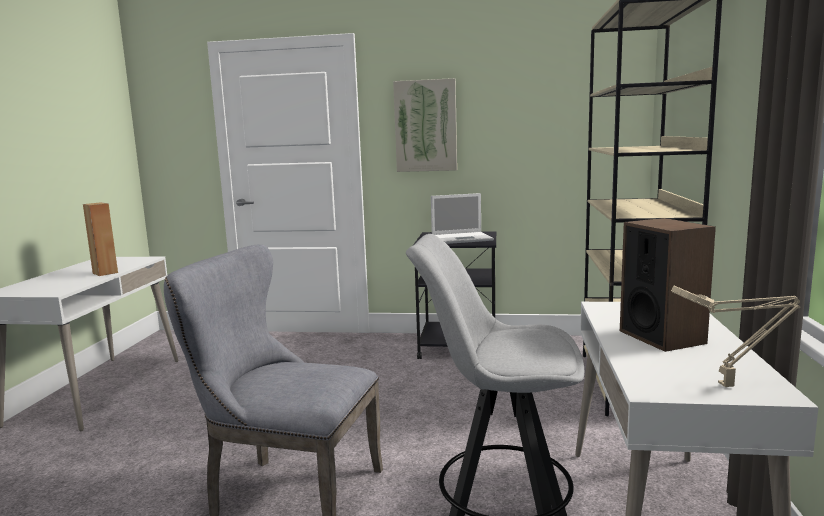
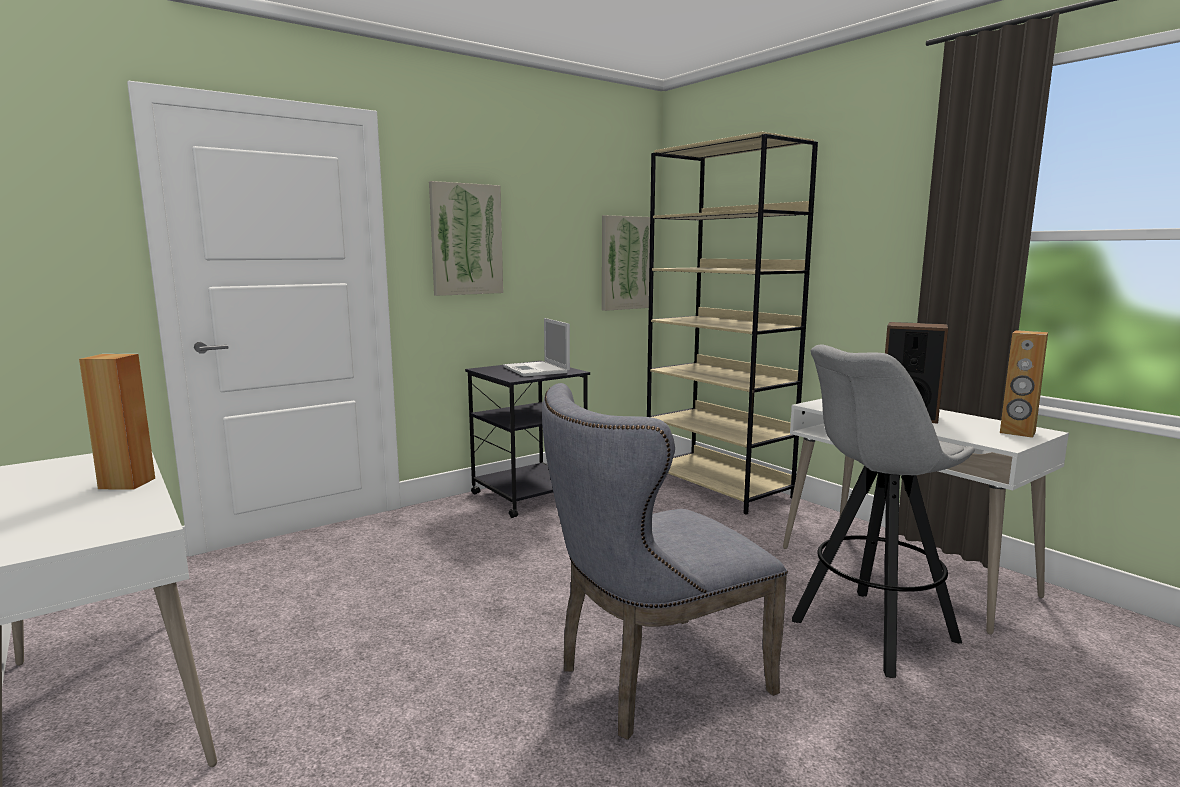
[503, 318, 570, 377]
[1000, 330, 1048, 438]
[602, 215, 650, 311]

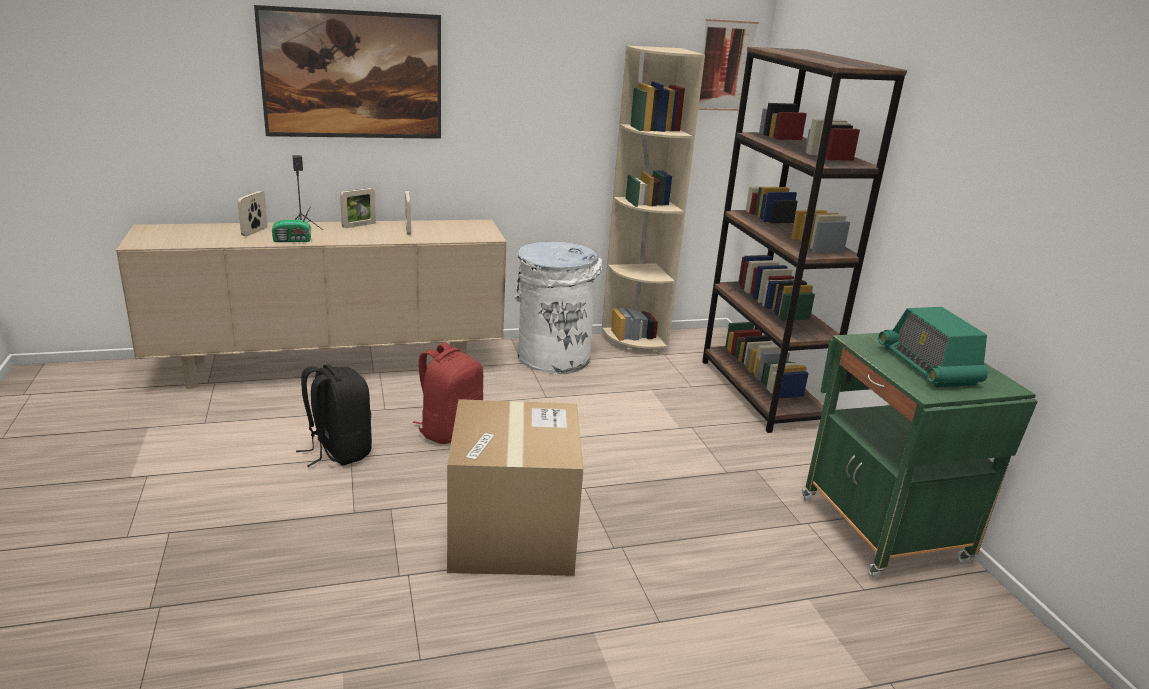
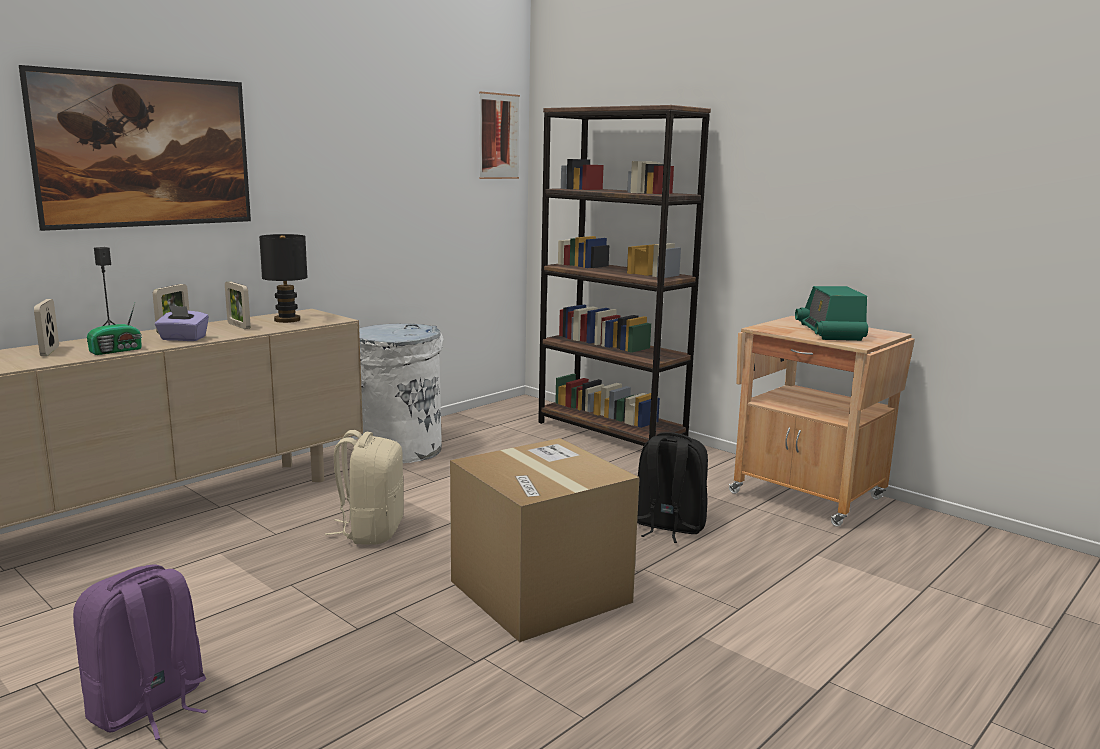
[637, 432, 708, 543]
[325, 430, 404, 545]
[602, 46, 705, 352] (first image)
[729, 316, 915, 526]
[795, 286, 868, 341]
[73, 564, 208, 740]
[155, 305, 209, 341]
[259, 234, 308, 323]

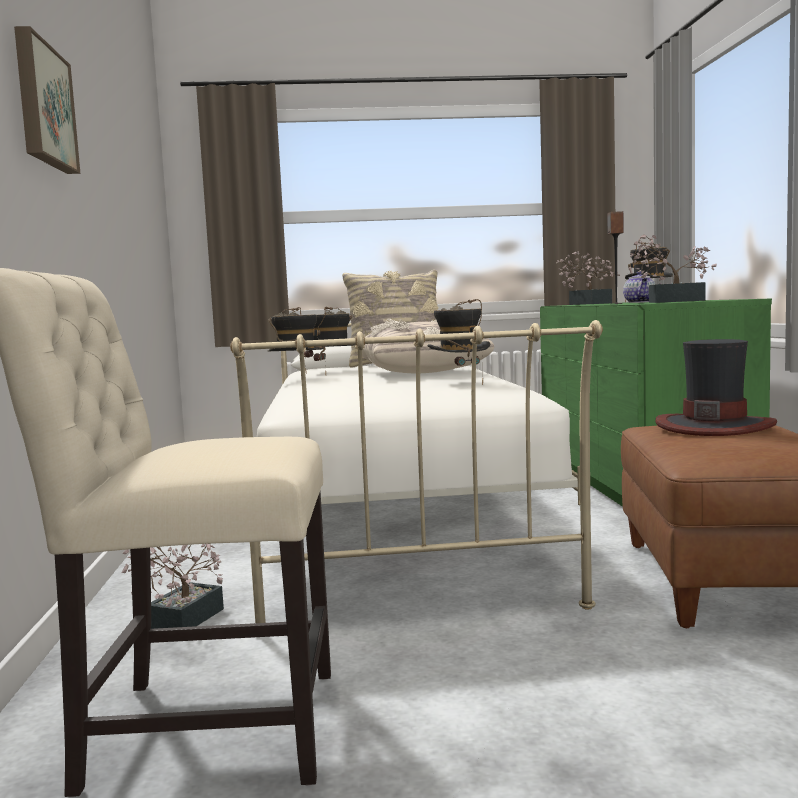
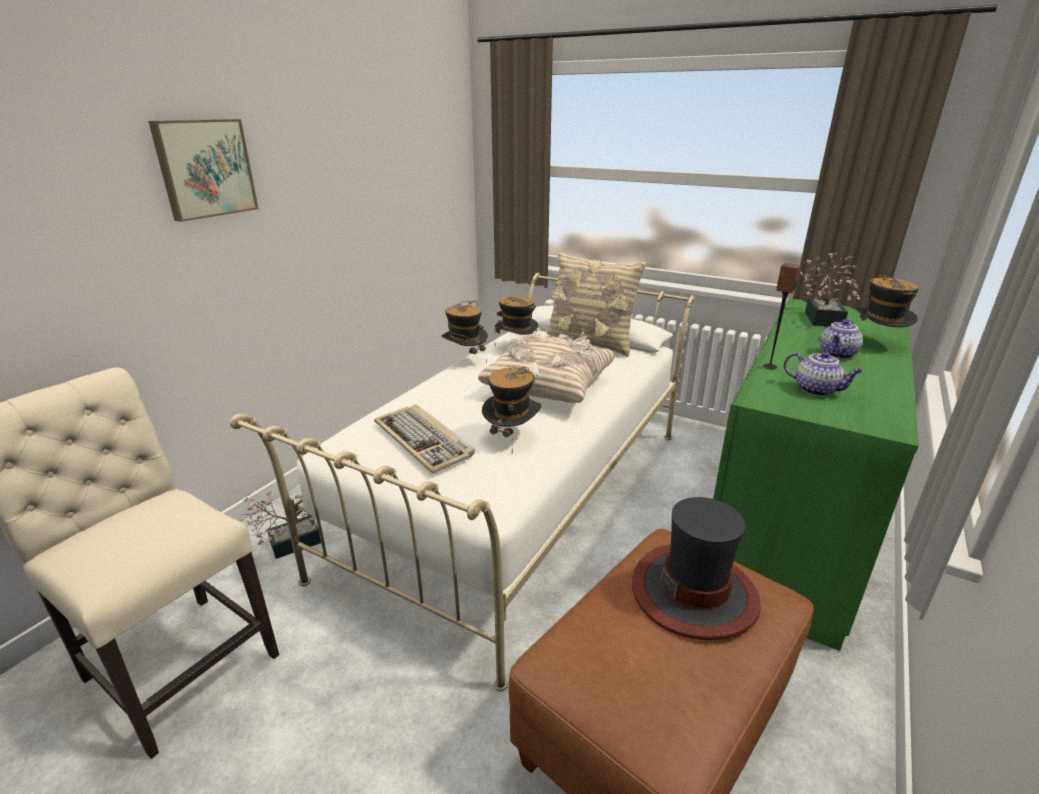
[784, 351, 863, 396]
[374, 404, 475, 473]

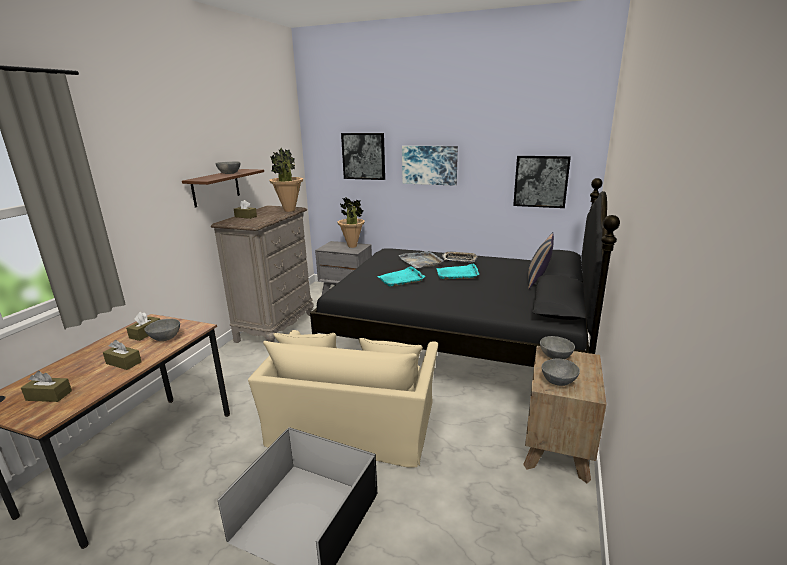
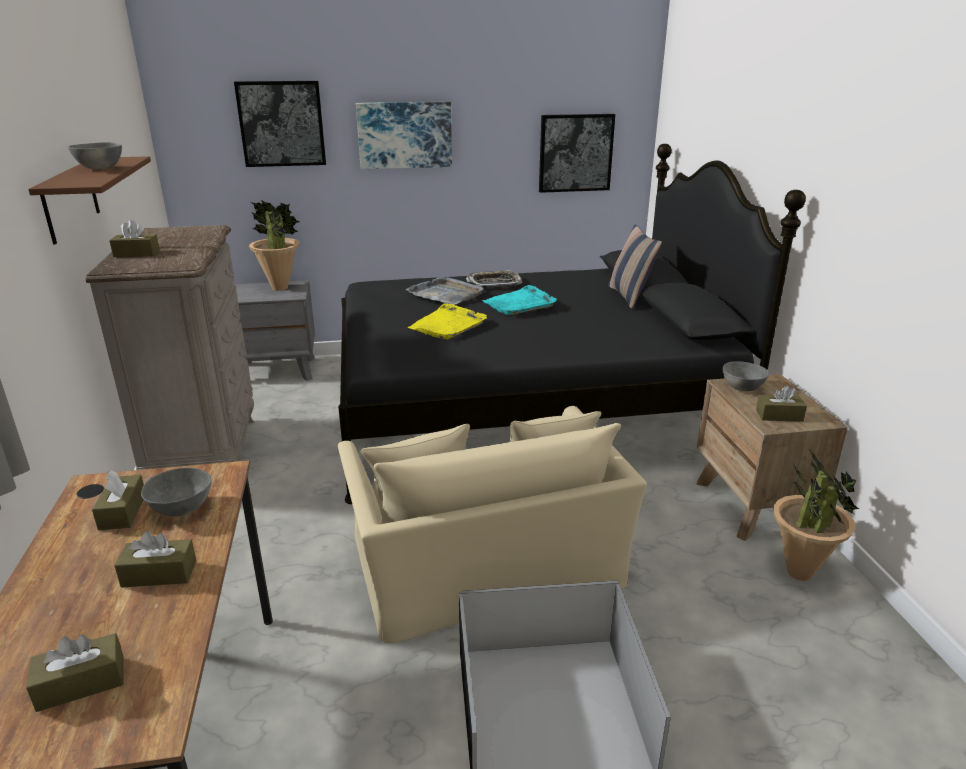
[773, 449, 859, 581]
[407, 304, 487, 339]
[756, 385, 807, 422]

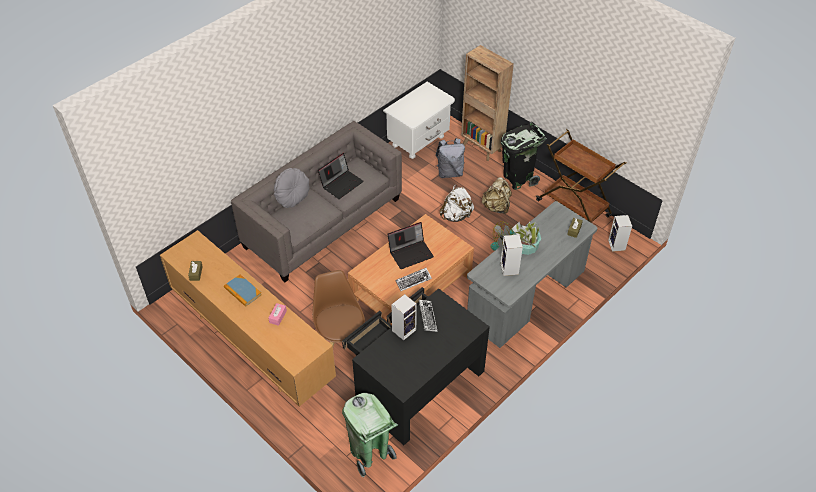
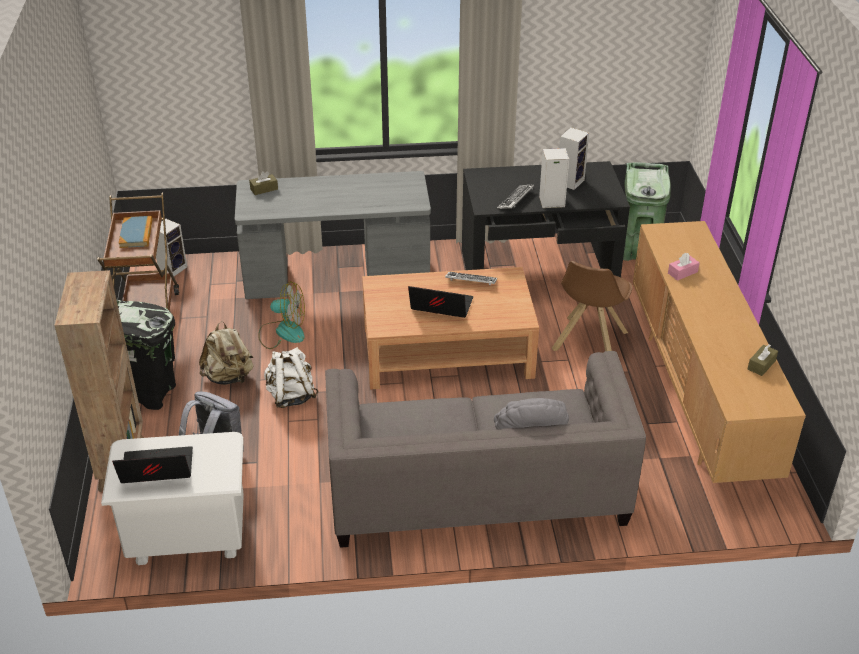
[119, 216, 153, 248]
[112, 446, 193, 483]
[559, 127, 589, 190]
[512, 222, 541, 255] (first image)

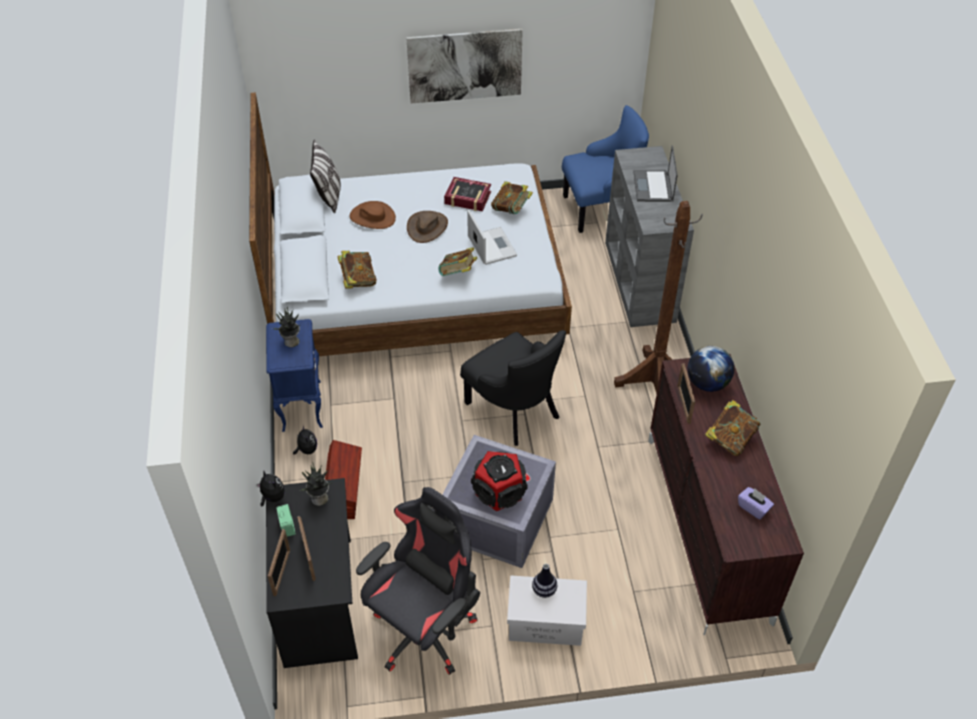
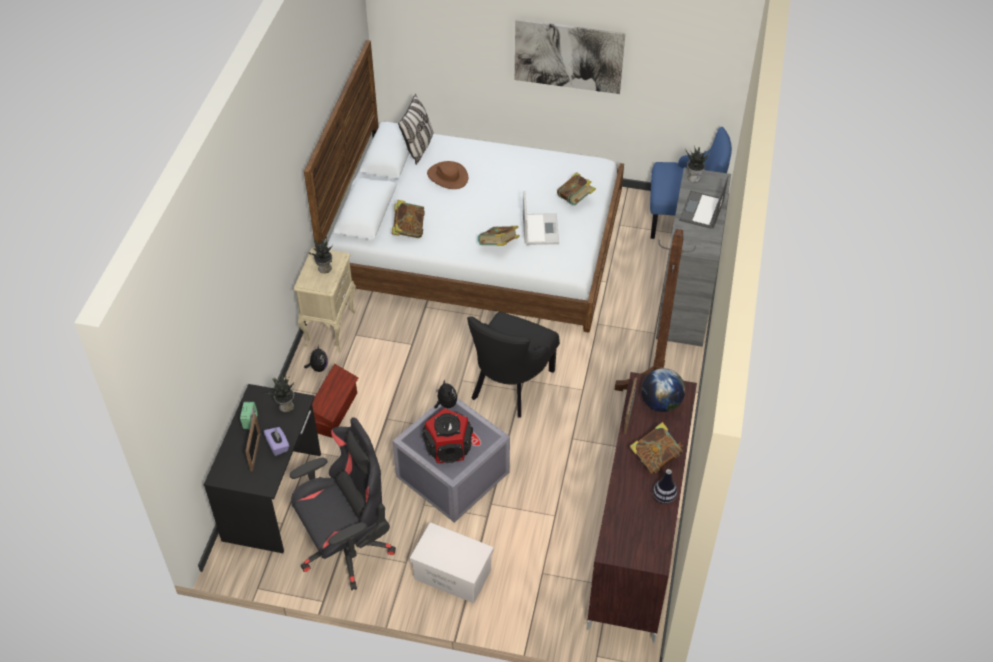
[434, 379, 457, 409]
[293, 247, 356, 352]
[268, 529, 290, 596] (first image)
[407, 211, 448, 243] (first image)
[444, 177, 491, 211] (first image)
[467, 312, 560, 418]
[653, 469, 678, 504]
[263, 427, 289, 456]
[686, 146, 709, 182]

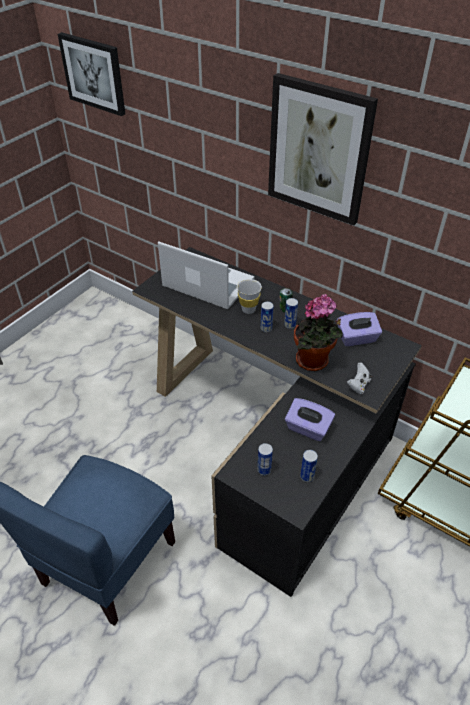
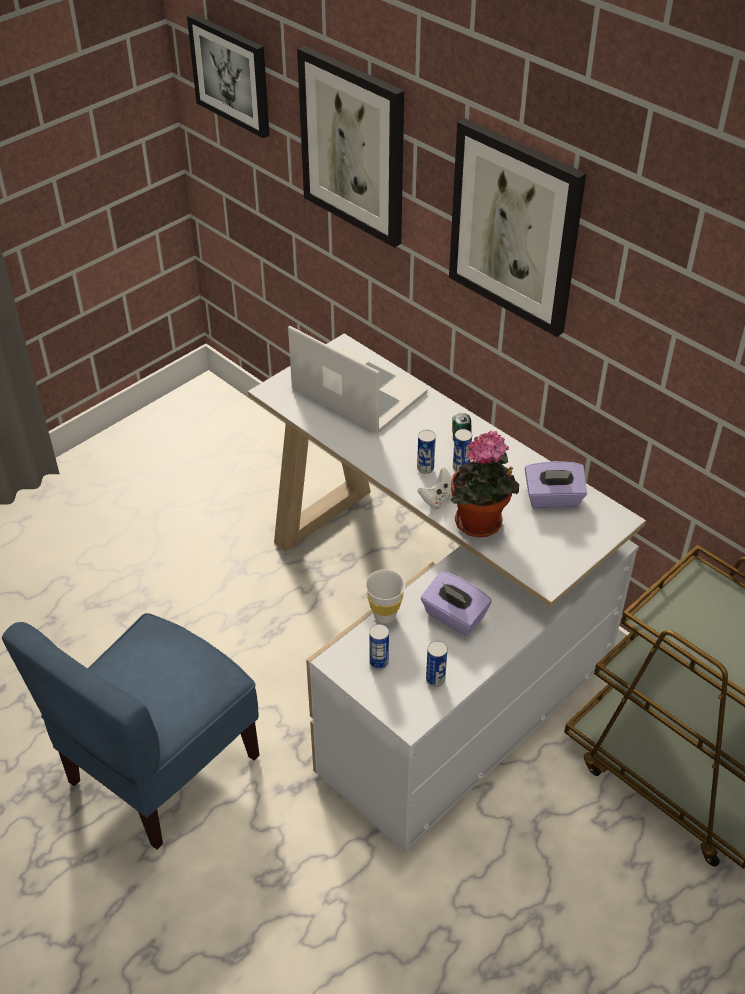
[248, 333, 646, 853]
[365, 569, 405, 624]
[418, 468, 452, 509]
[297, 45, 404, 248]

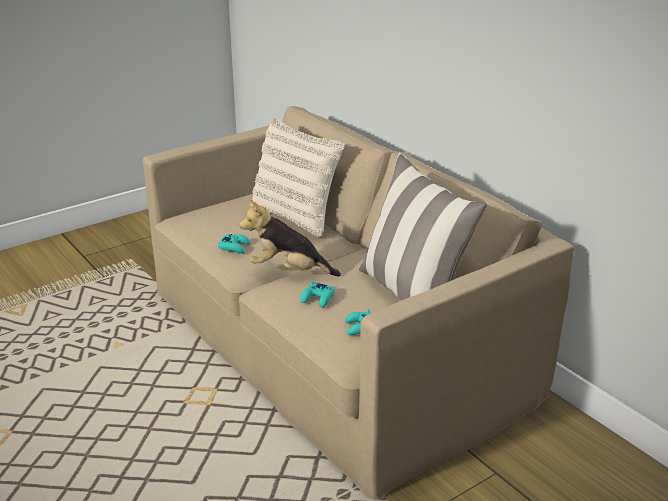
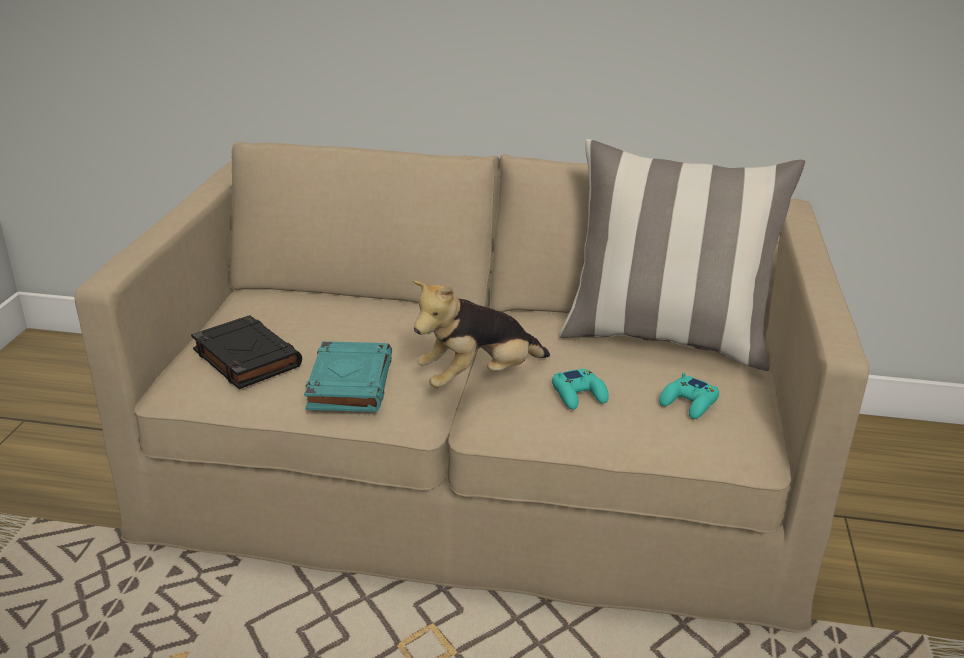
[304, 341, 392, 412]
[250, 118, 345, 237] (first image)
[191, 315, 302, 389]

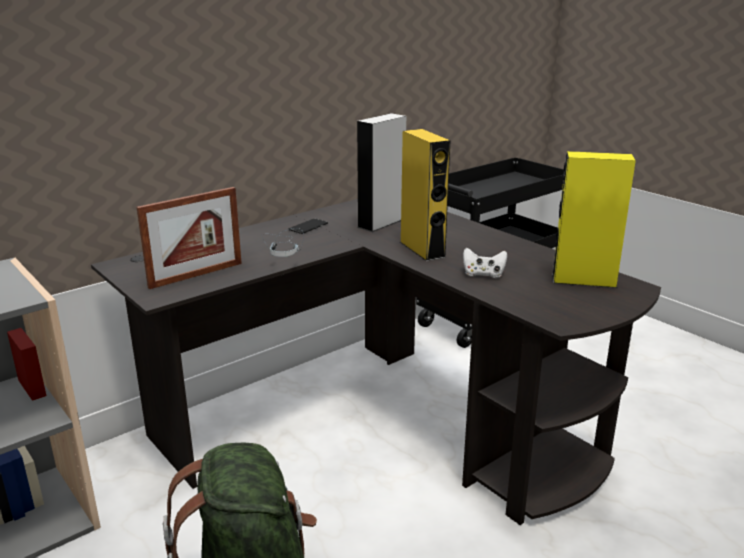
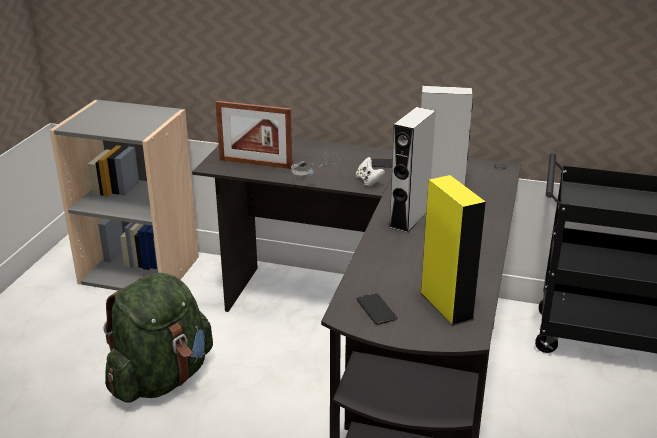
[388, 107, 436, 233]
[356, 157, 385, 186]
[356, 293, 397, 325]

